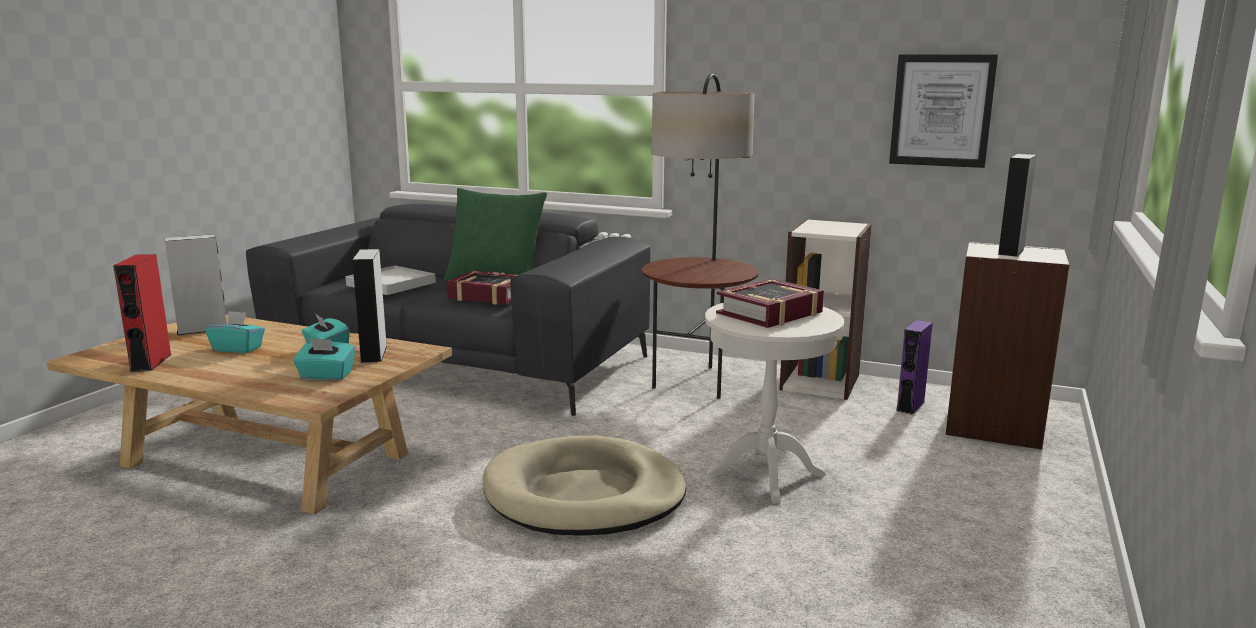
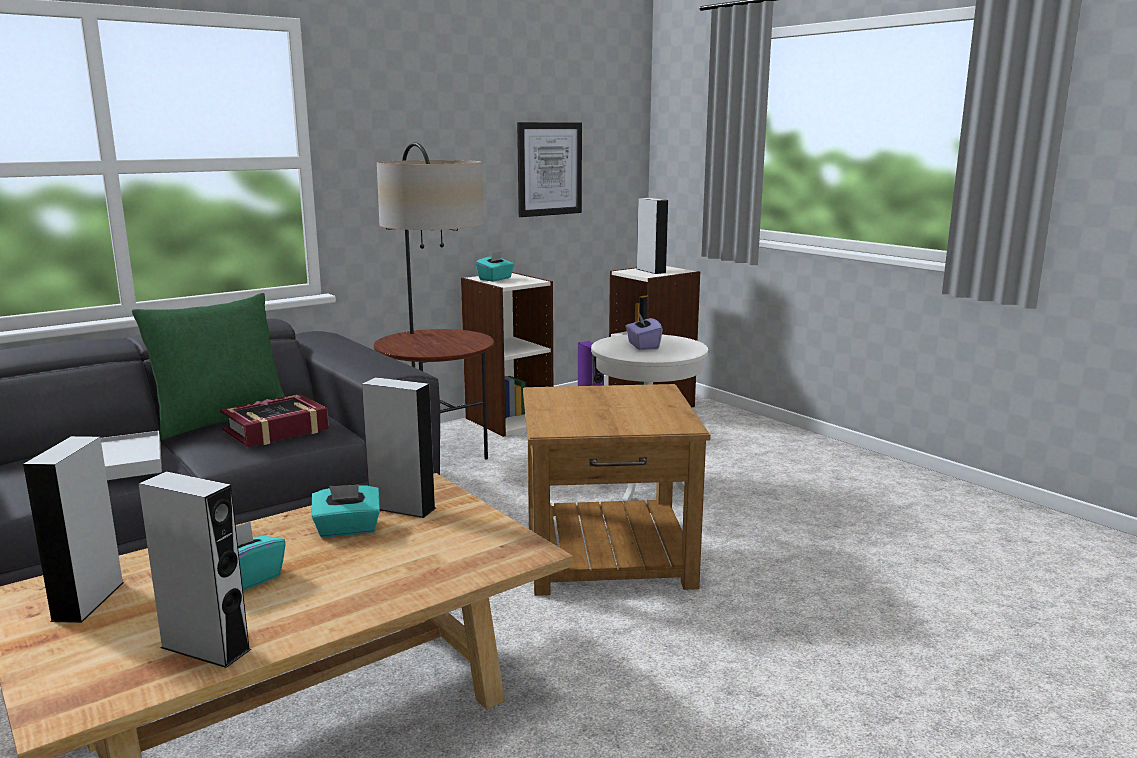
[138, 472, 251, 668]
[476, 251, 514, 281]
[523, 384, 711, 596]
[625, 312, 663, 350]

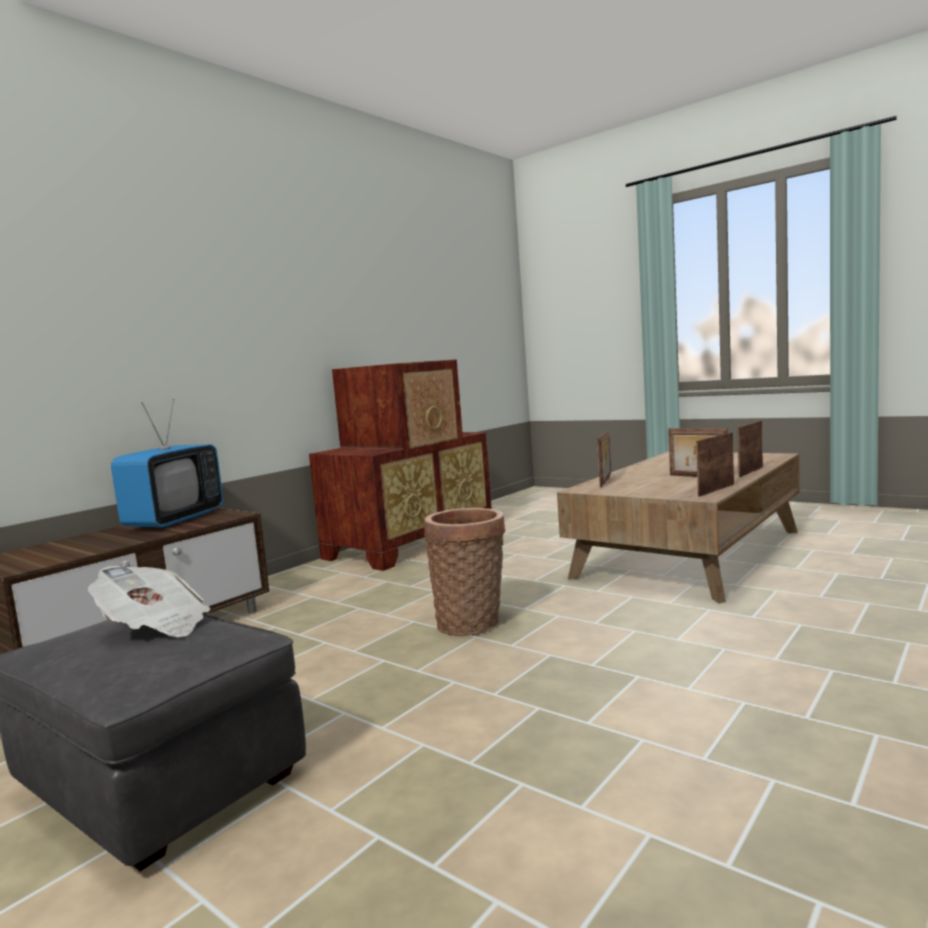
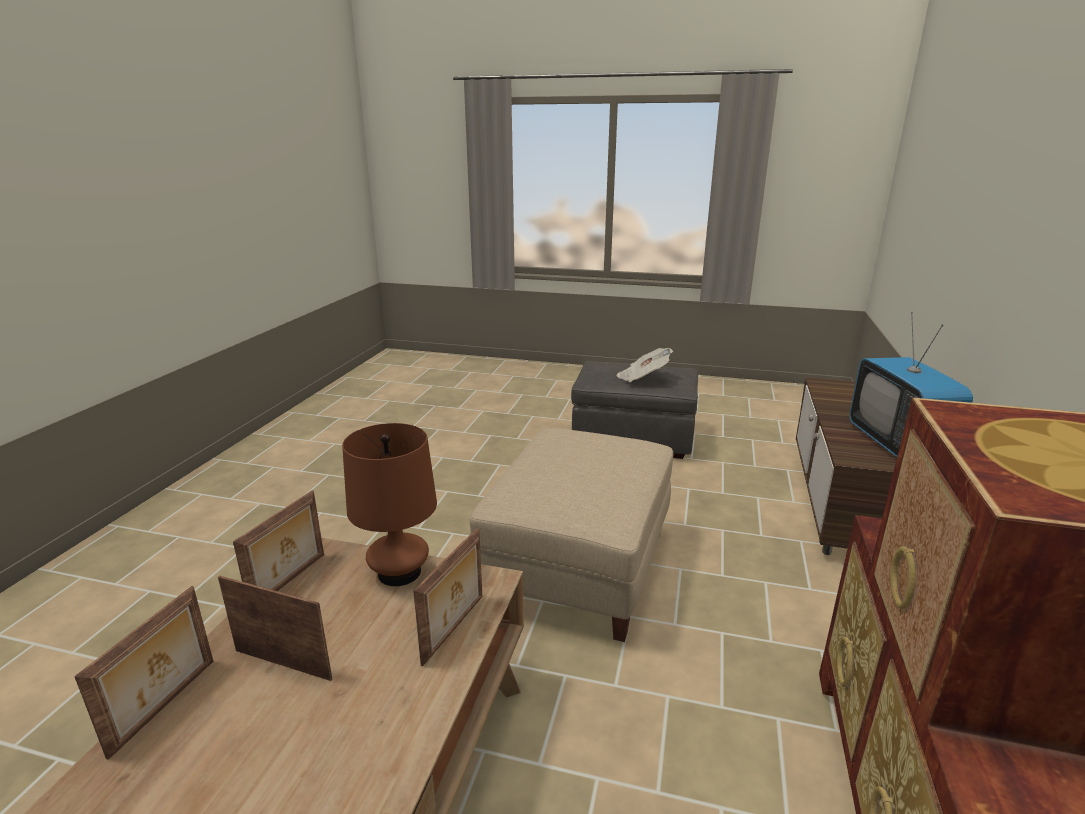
[470, 428, 673, 642]
[413, 527, 482, 666]
[342, 423, 437, 586]

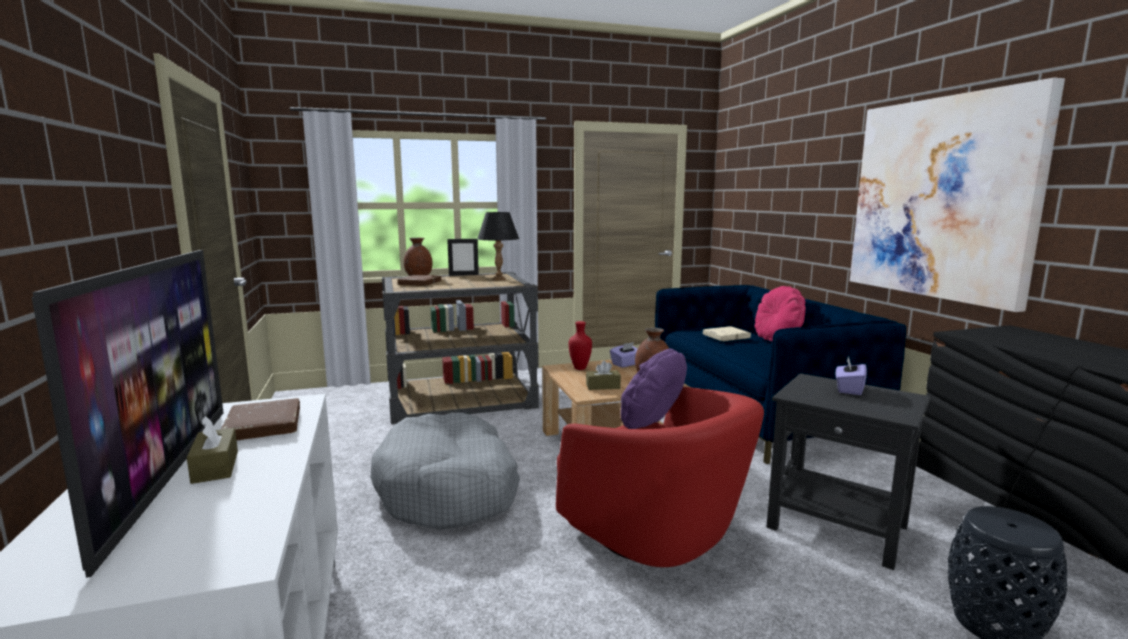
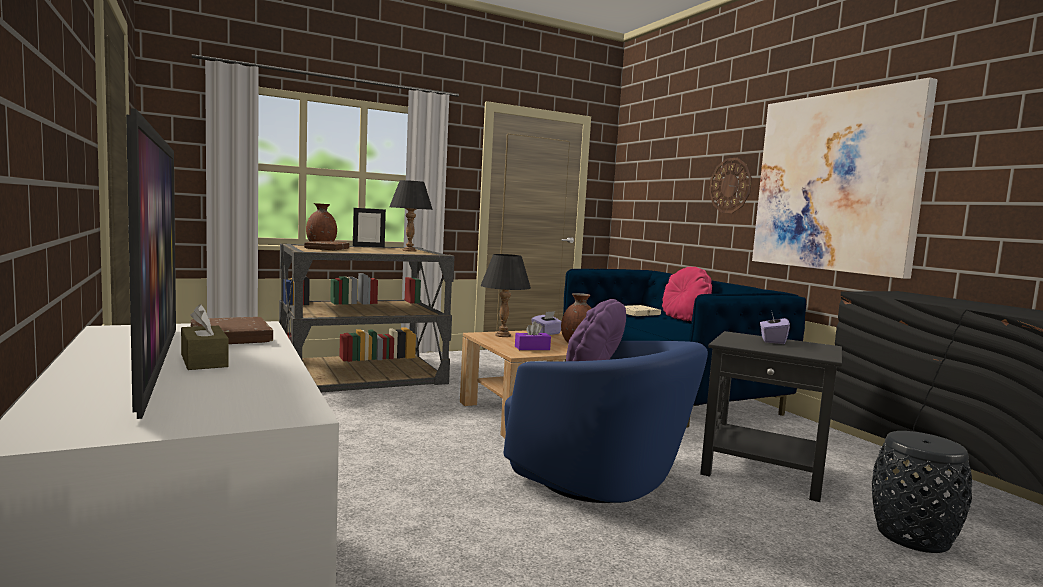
[370, 412, 520, 530] (first image)
[504, 341, 708, 503]
[481, 254, 531, 337]
[515, 321, 551, 350]
[709, 158, 752, 213]

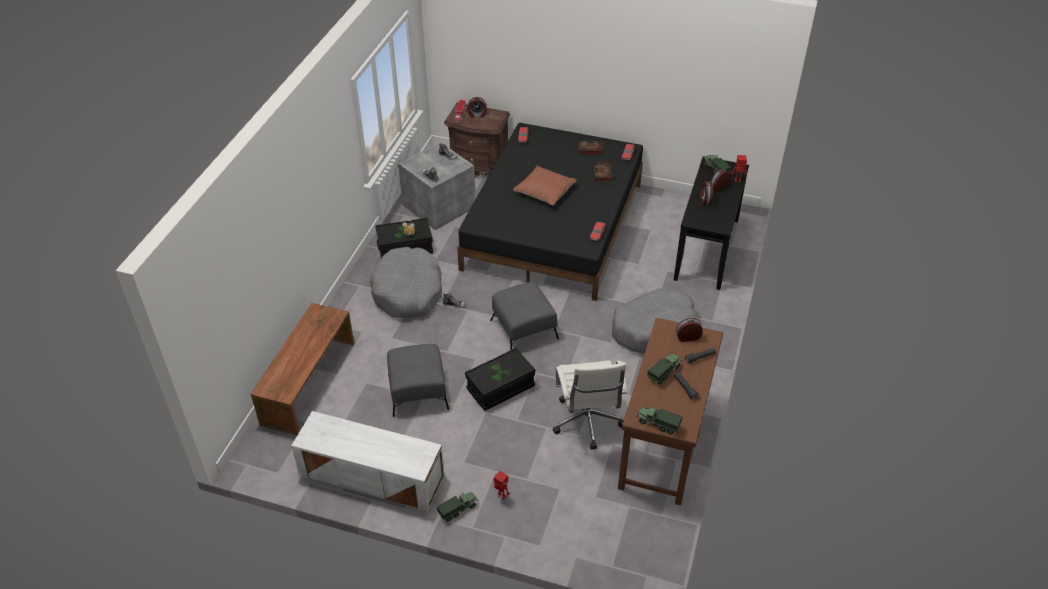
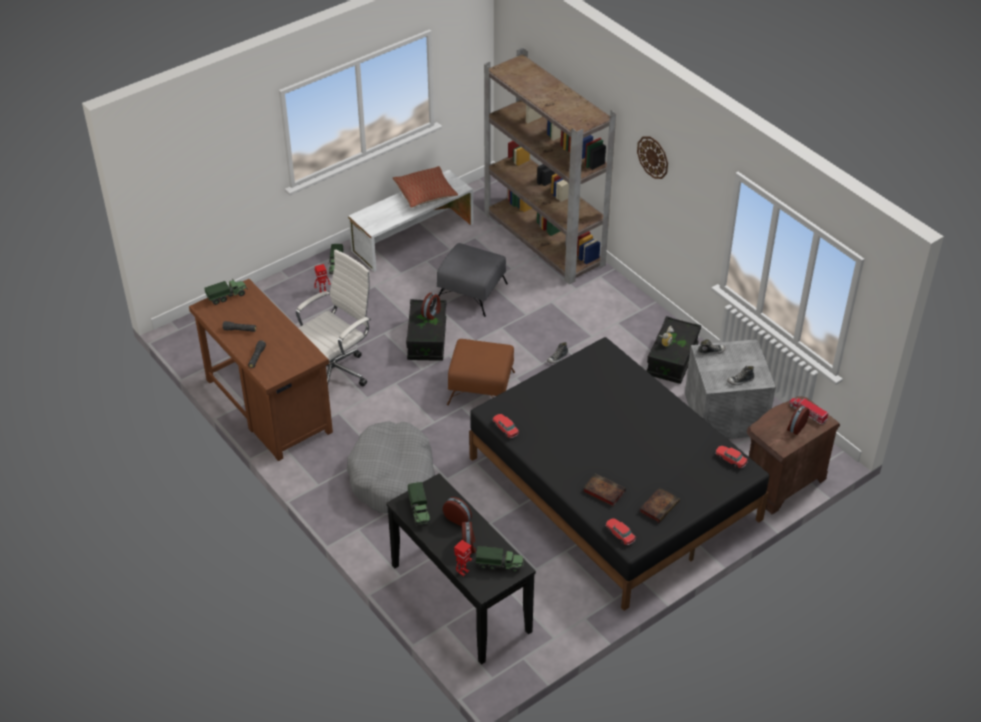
[484, 48, 616, 284]
[370, 247, 442, 318] (first image)
[447, 339, 515, 405]
[393, 166, 458, 208]
[296, 250, 371, 386]
[408, 482, 430, 526]
[421, 293, 441, 320]
[637, 136, 668, 179]

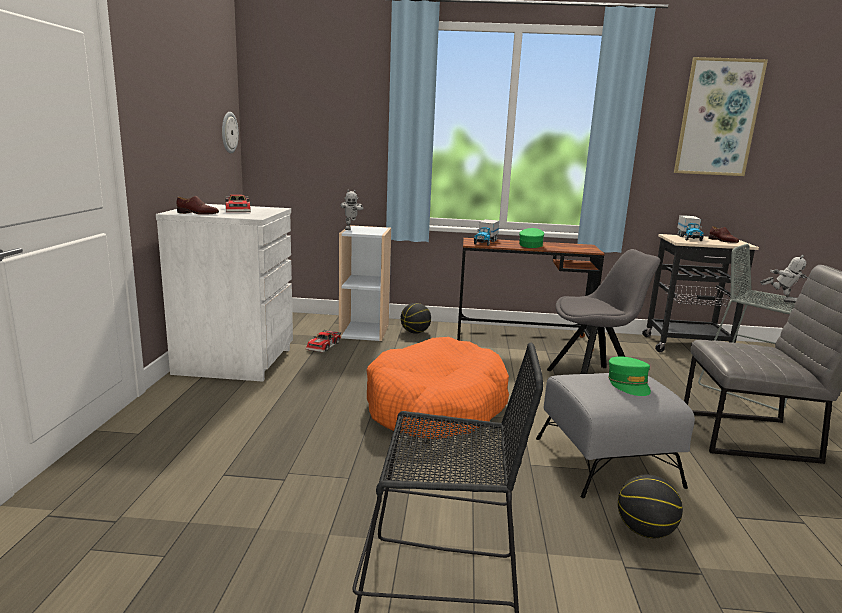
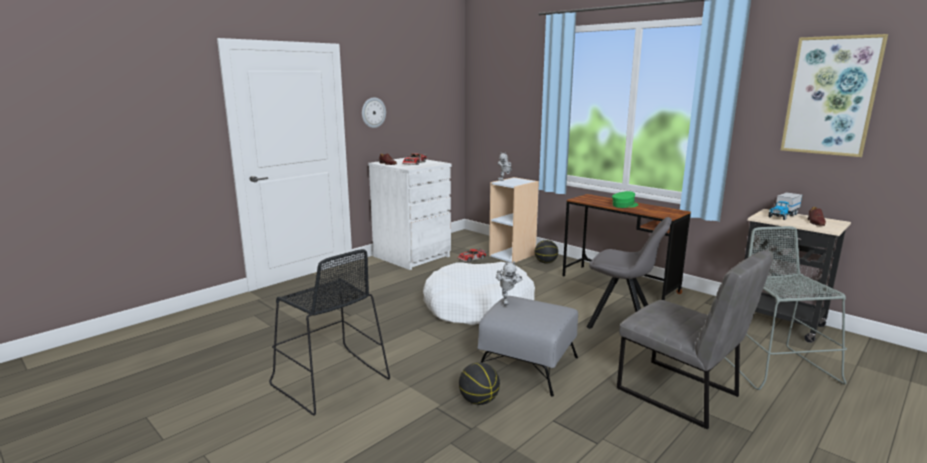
[362, 97, 386, 128]
[423, 262, 535, 325]
[474, 219, 499, 246] (first image)
[608, 356, 651, 396] (first image)
[496, 261, 522, 306]

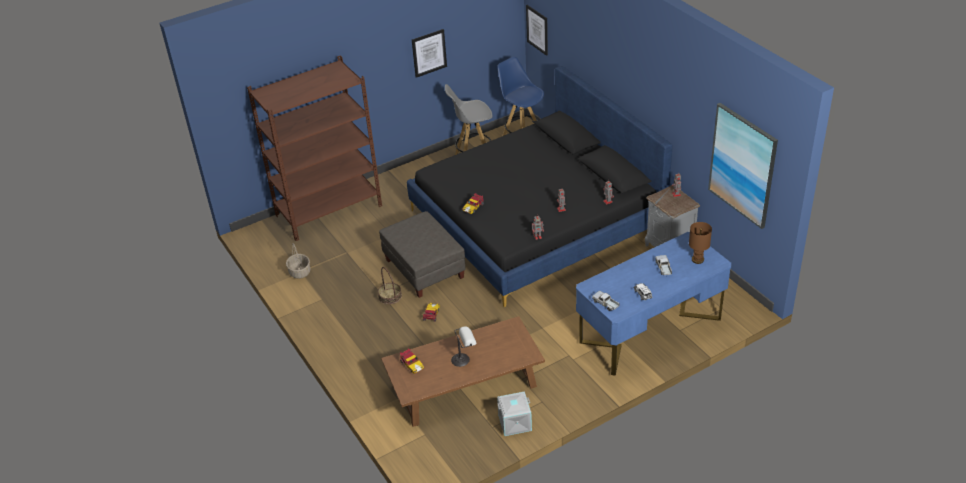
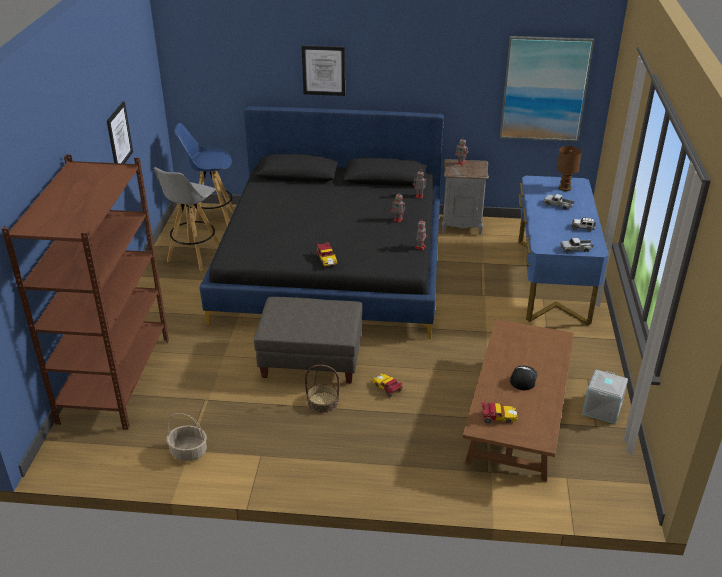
[510, 366, 537, 390]
[302, 45, 345, 96]

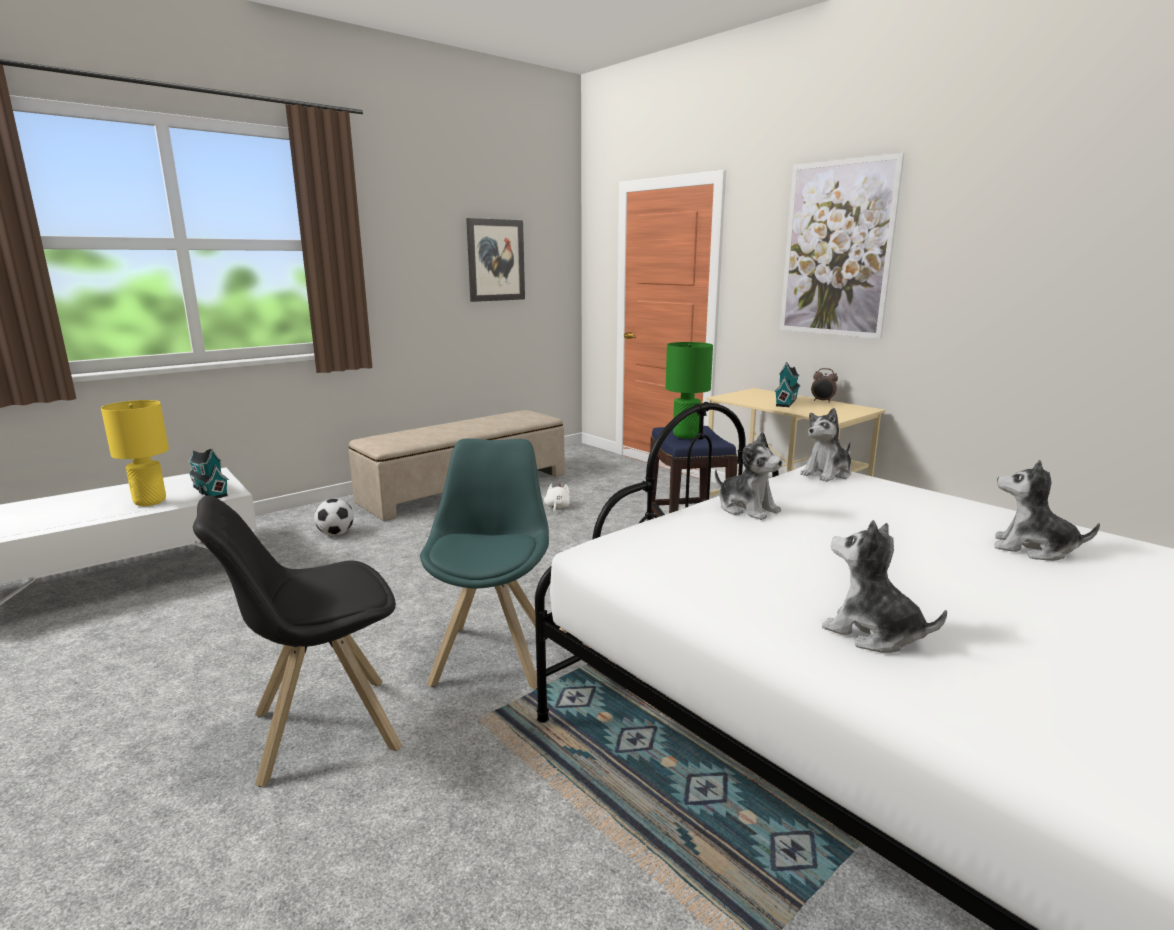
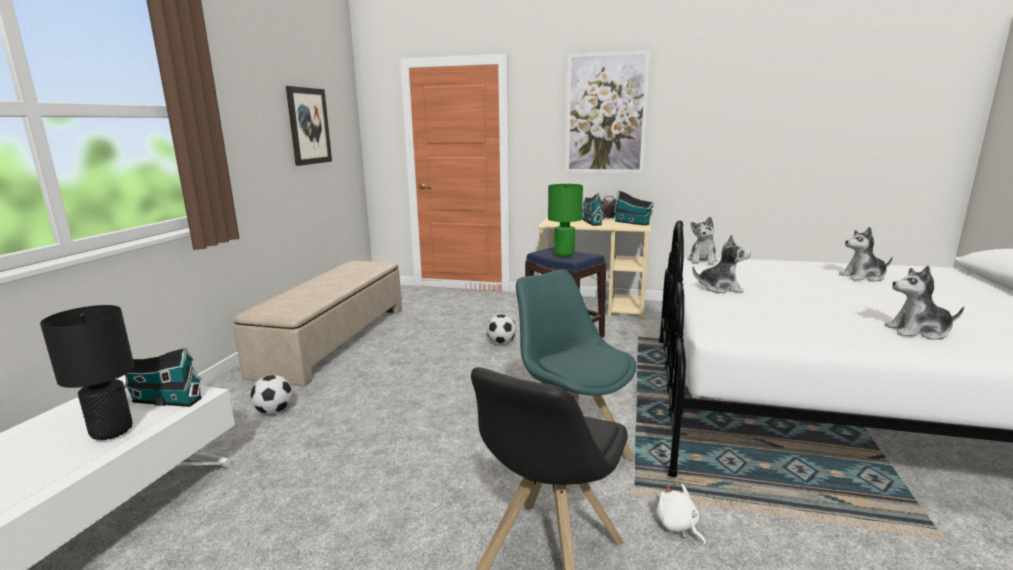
[40, 305, 134, 440]
[656, 484, 706, 546]
[487, 314, 516, 344]
[614, 190, 653, 226]

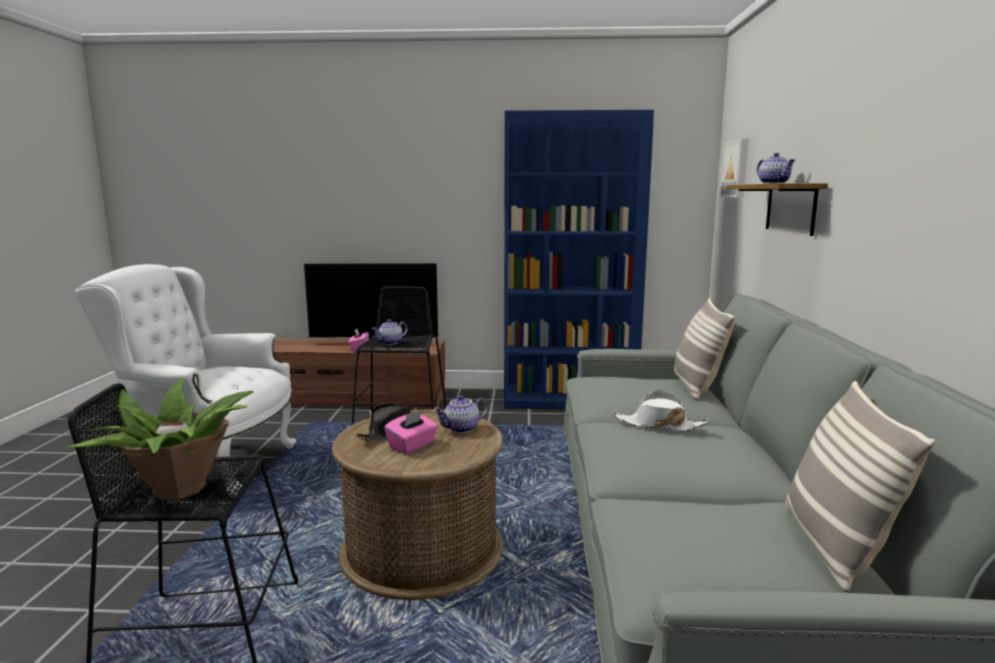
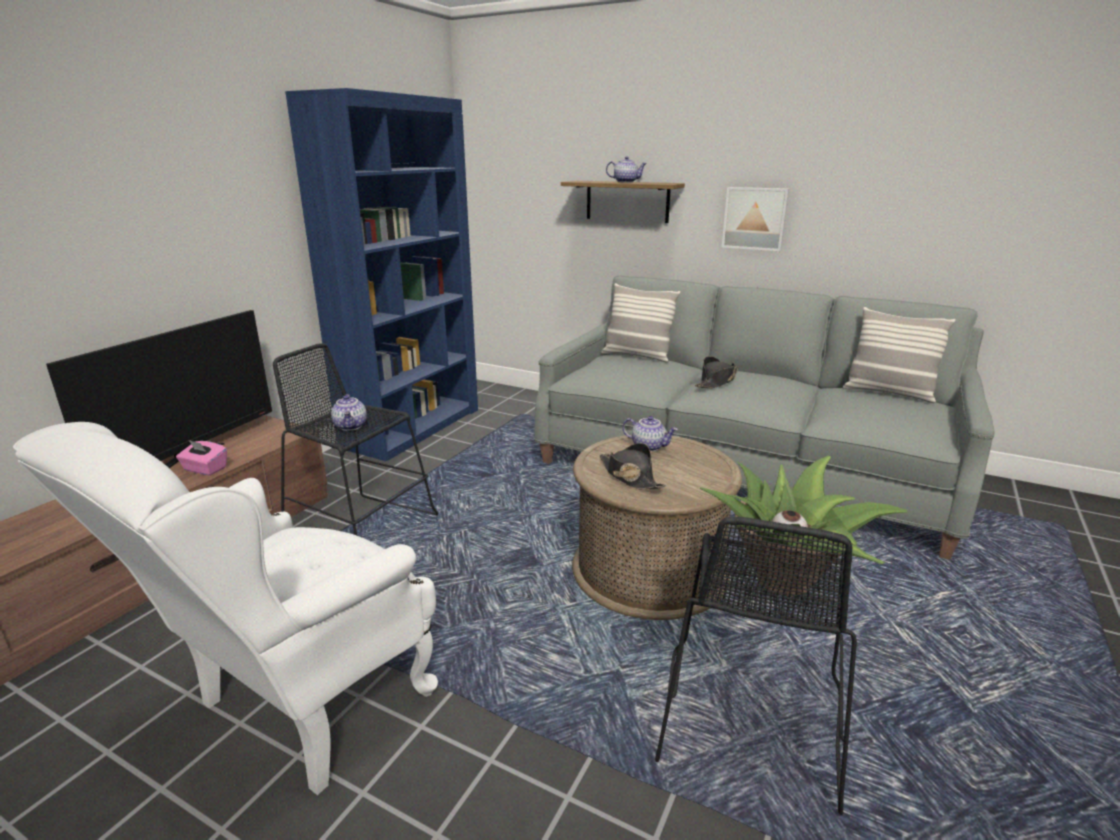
[384, 410, 438, 454] (first image)
[622, 416, 678, 452]
[695, 356, 739, 388]
[722, 187, 789, 251]

